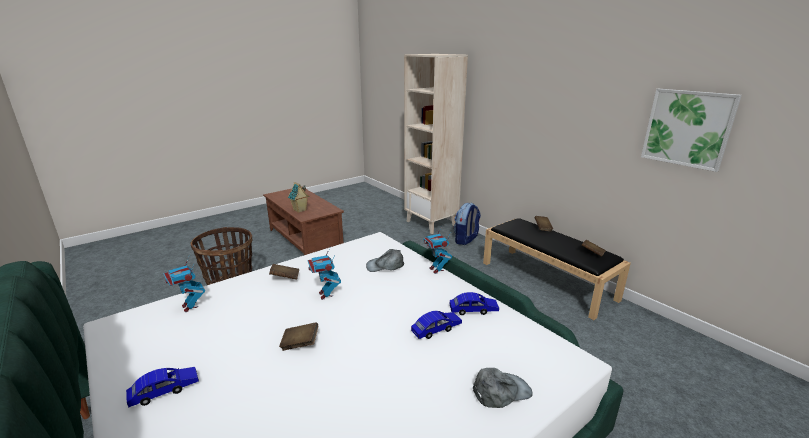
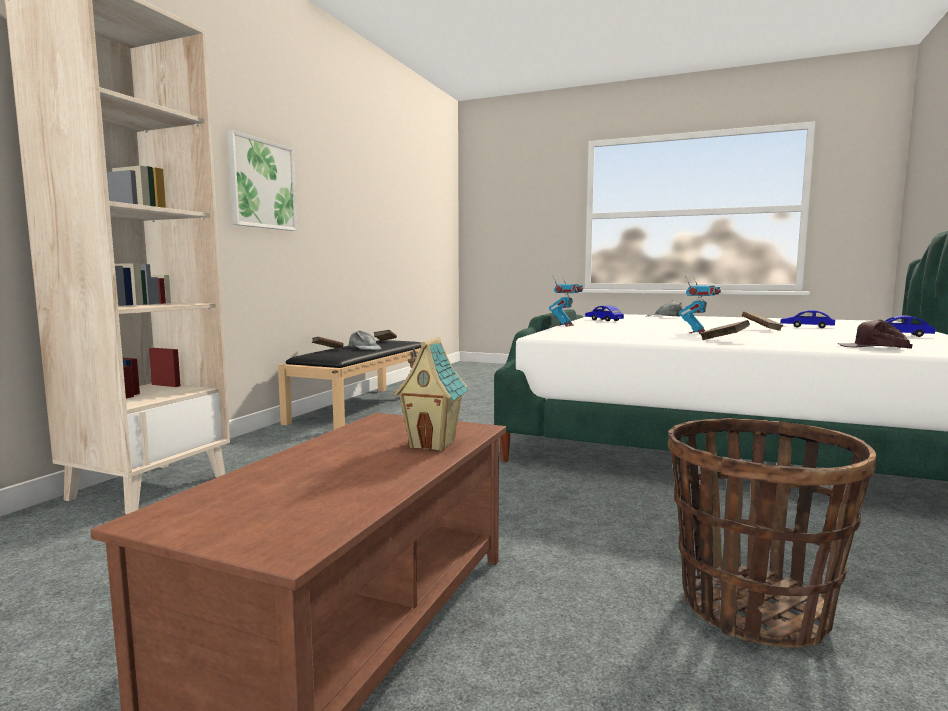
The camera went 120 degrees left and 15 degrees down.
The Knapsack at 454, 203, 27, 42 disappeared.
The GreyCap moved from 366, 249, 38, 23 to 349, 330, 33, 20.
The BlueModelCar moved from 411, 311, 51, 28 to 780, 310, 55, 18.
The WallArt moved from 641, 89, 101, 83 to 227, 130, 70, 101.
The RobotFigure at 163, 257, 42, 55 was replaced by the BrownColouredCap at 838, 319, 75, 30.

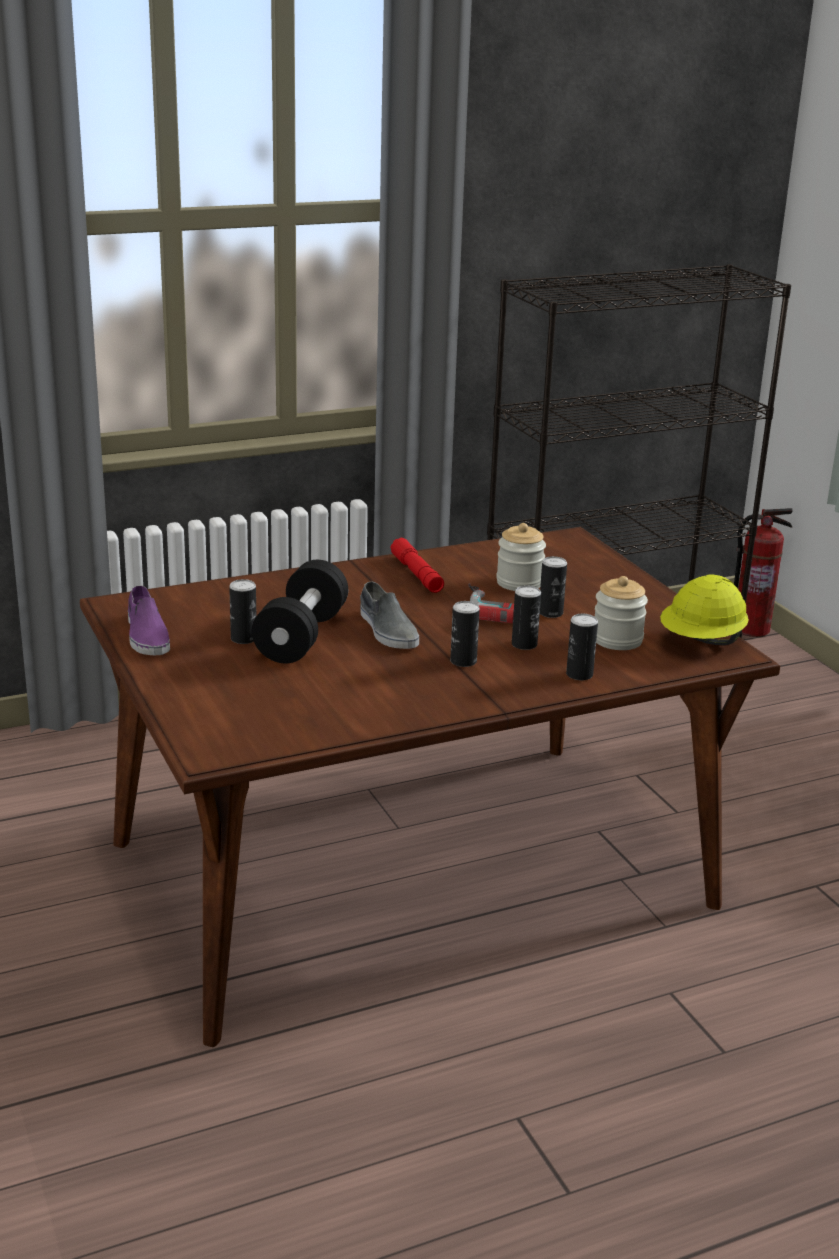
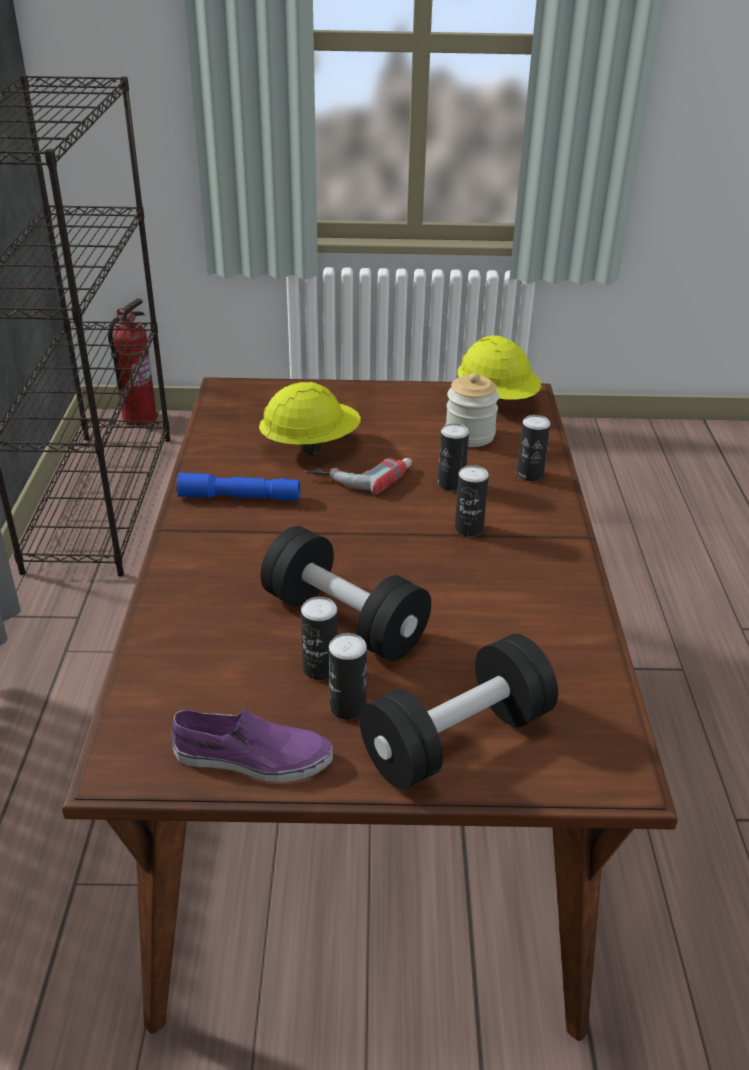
The camera went 65 degrees left and 10 degrees up.
The GreyShoe at 360, 582, 59, 67 disappeared.
The BlackishHandWeight at 359, 634, 199, 156 appeared.
The MetalCan moved from 540, 556, 27, 62 to 329, 633, 38, 87.
The PreserveJar at 496, 523, 50, 68 was replaced by the YellowSafetyHelmet at 259, 382, 102, 74.
The RedColouredTorch at 390, 538, 54, 55 became the BlueTorch at 176, 473, 124, 28.

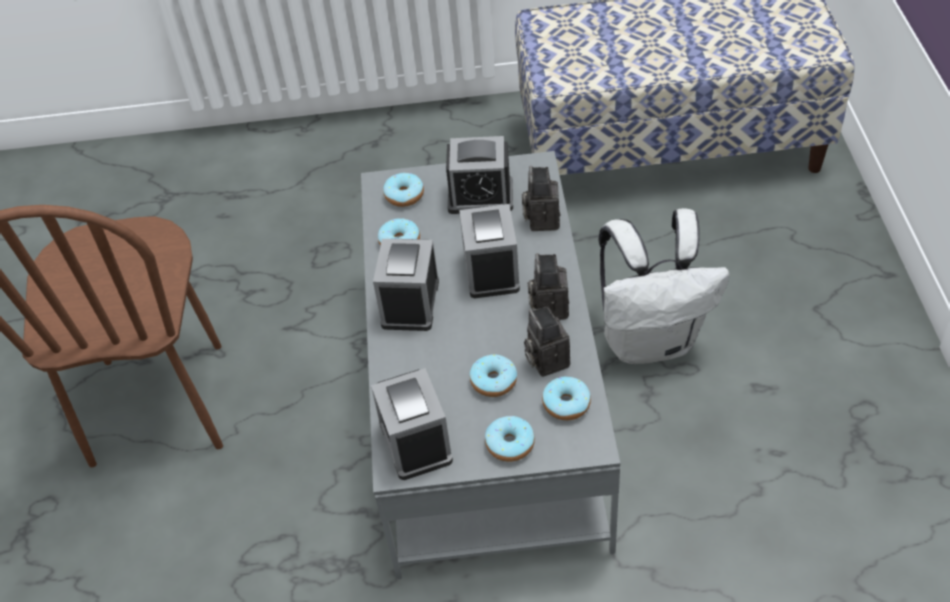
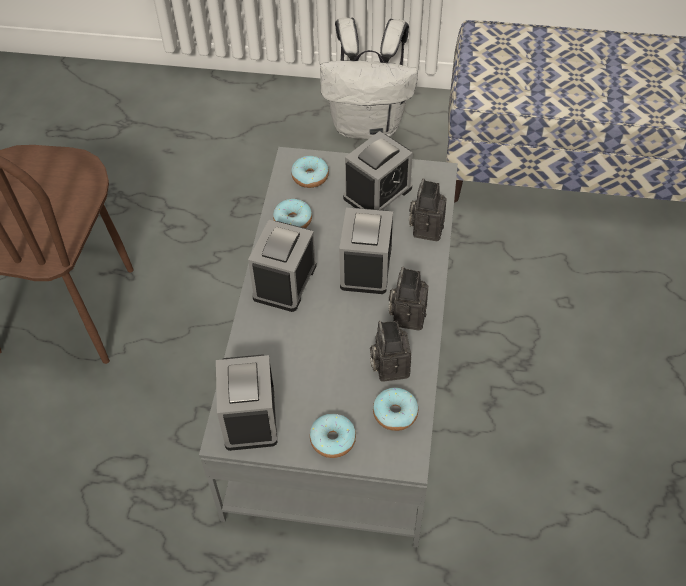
The camera went 10 degrees right and 5 degrees up.
The Donut at 470, 354, 47, 43 disappeared.
The WhiteKnapsack moved from 599, 208, 131, 156 to 320, 17, 98, 122.
The BedsideClock at 446, 136, 67, 78 turned 60 degrees counterclockwise.

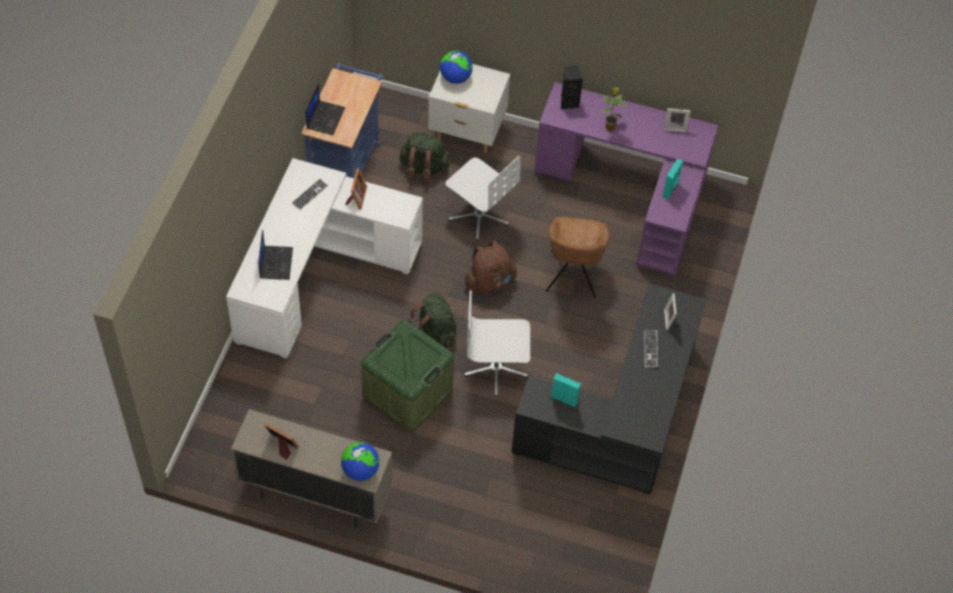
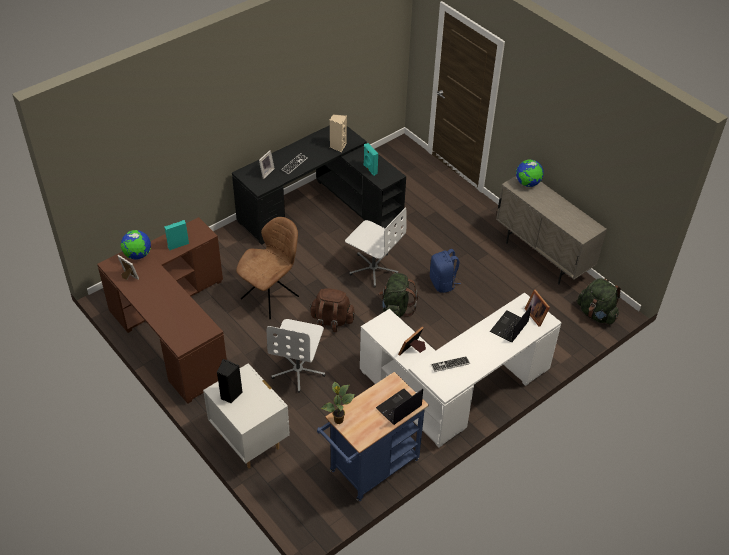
The camera went 145 degrees left and 10 degrees down.
The SandColouredLoudspeaker at 330, 114, 17, 38 appeared.
The StandingFrame moved from 264, 423, 35, 37 to 525, 290, 25, 37.
The GreenColouredKnapsack moved from 399, 132, 51, 50 to 577, 278, 44, 47.
The DeskGlobe moved from 440, 51, 33, 33 to 121, 230, 30, 30.
The BlackishLoudspeaker moved from 561, 66, 22, 43 to 217, 359, 26, 44.
The PlantInAPot moved from 603, 87, 24, 44 to 321, 382, 34, 42.
The GreenColouredStorageContainer at 361, 320, 93, 111 was replaced by the BlueKnapsack at 430, 249, 31, 44.
The PurpleDeskTable at 534, 82, 184, 194 became the BrownColouredDeskTable at 97, 217, 130, 187.
The WhiteOfficeChair at 445, 156, 76, 85 turned 150 degrees counterclockwise.

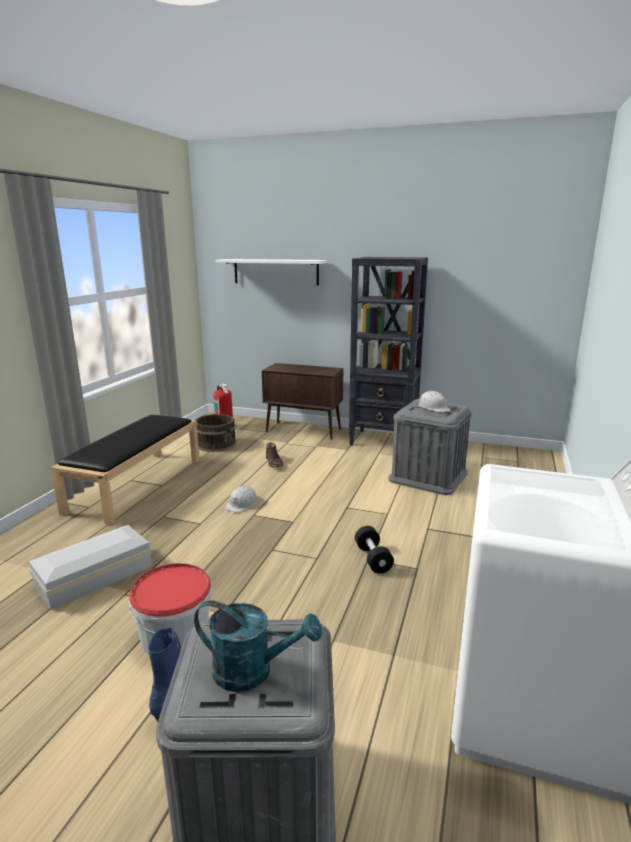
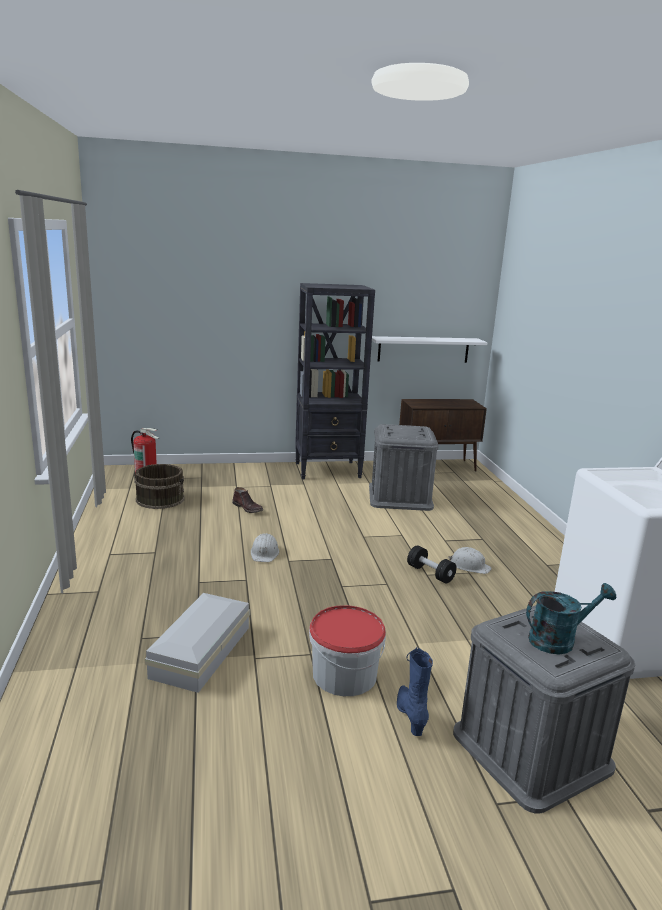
The camera went 30 degrees left and 0 degrees up.
The BlackishIndoorBench at 51, 415, 148, 110 disappeared.
The WhiteBracketShelf moved from 216, 259, 112, 26 to 372, 336, 115, 27.
The BrownColouredStorageCabinet moved from 262, 363, 81, 77 to 399, 399, 88, 73.
The WhiteSafetyHelmet moved from 418, 391, 33, 21 to 449, 547, 43, 27.

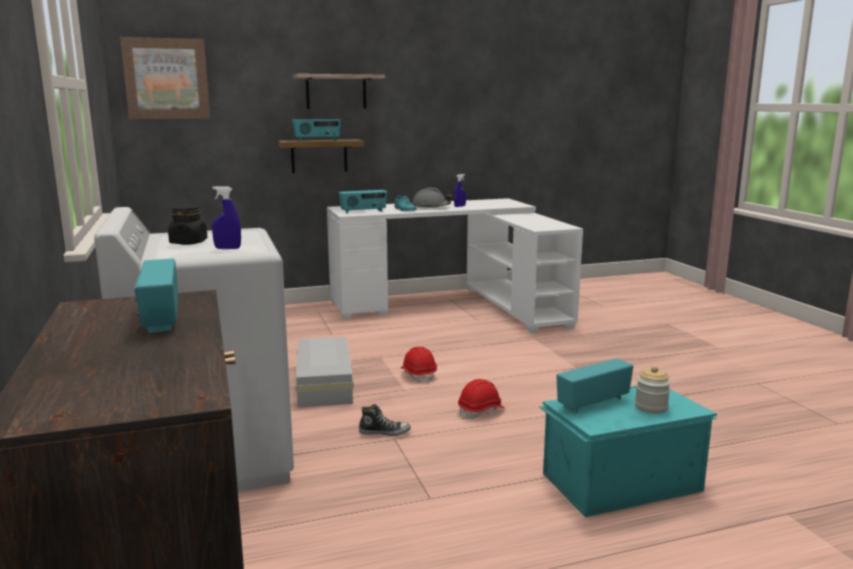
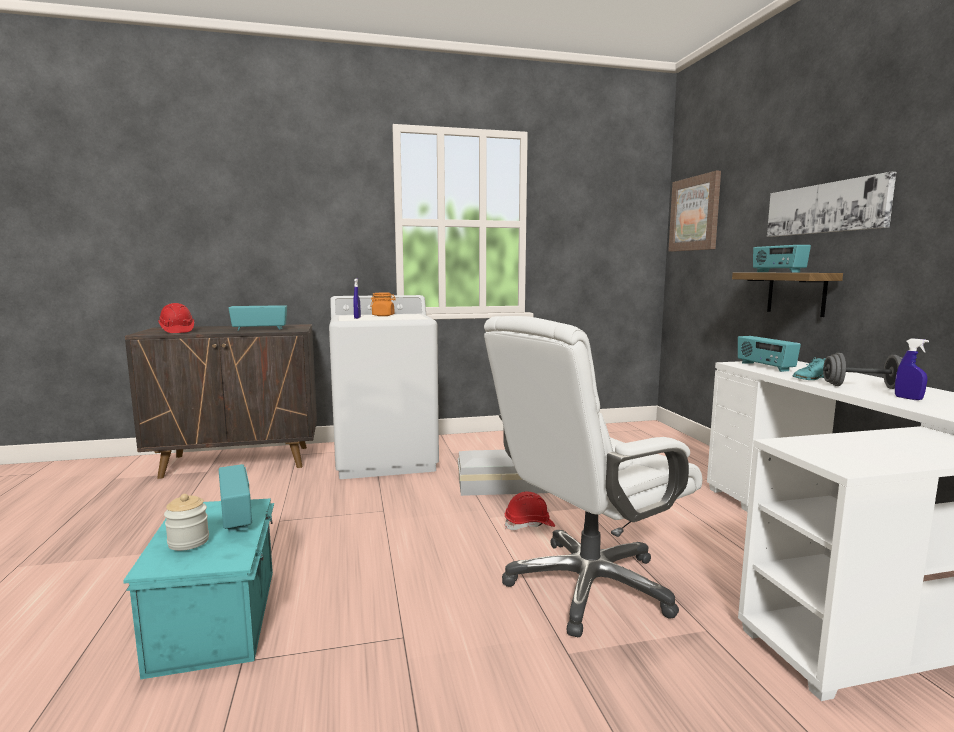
The camera went 95 degrees right and 5 degrees down.
The Shoe at 359, 404, 52, 32 disappeared.
The WhiteOfficeChair at 484, 316, 218, 322 appeared.
The RedColouredSafetyHelmet moved from 458, 379, 47, 41 to 158, 303, 36, 30.
The BracketShelf at 293, 74, 92, 35 was replaced by the WallArt at 767, 172, 129, 65.
The GreySafetyHelmet at 412, 188, 40, 19 was replaced by the GreyHandWeight at 823, 353, 79, 36.
The BlackishPreserveJar at 168, 205, 39, 40 became the OrangePreserveJar at 370, 293, 26, 23.

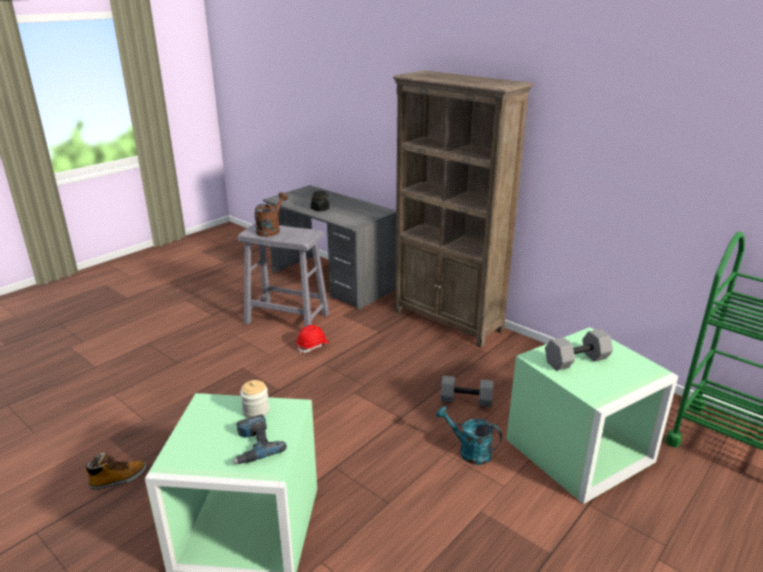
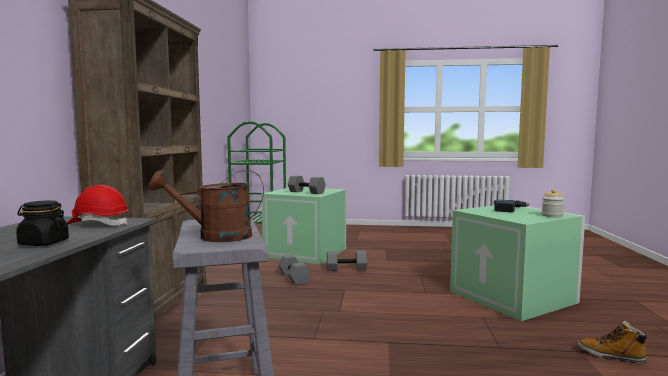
The camera went 125 degrees left and 20 degrees down.
The PreserveJar moved from 240, 380, 29, 38 to 541, 189, 23, 28.
The RedColouredSafetyHelmet moved from 296, 325, 34, 28 to 67, 185, 62, 40.
The TurquoiseWateringCan at 436, 406, 66, 59 was replaced by the GreyHandWeight at 327, 251, 40, 20.

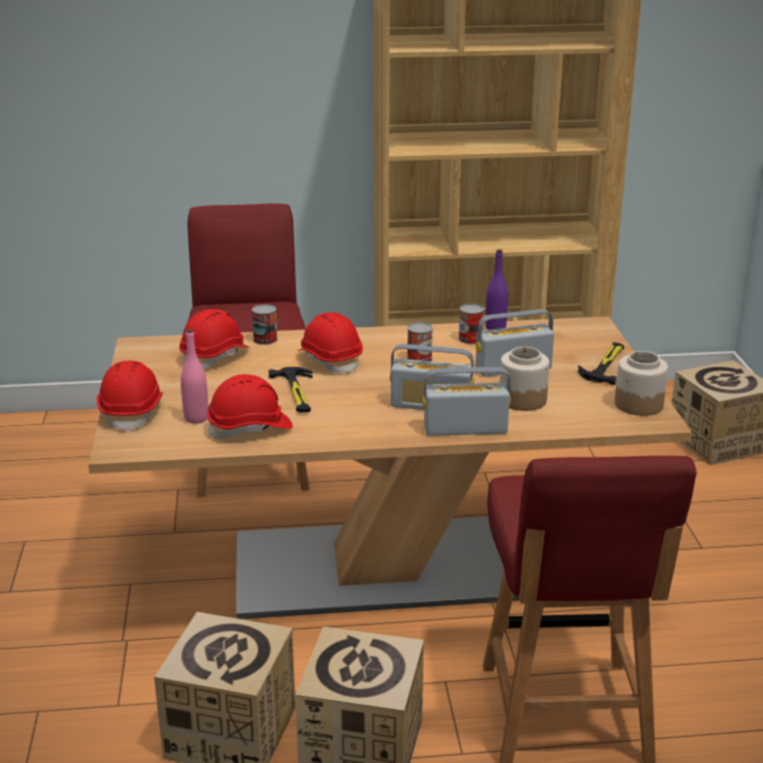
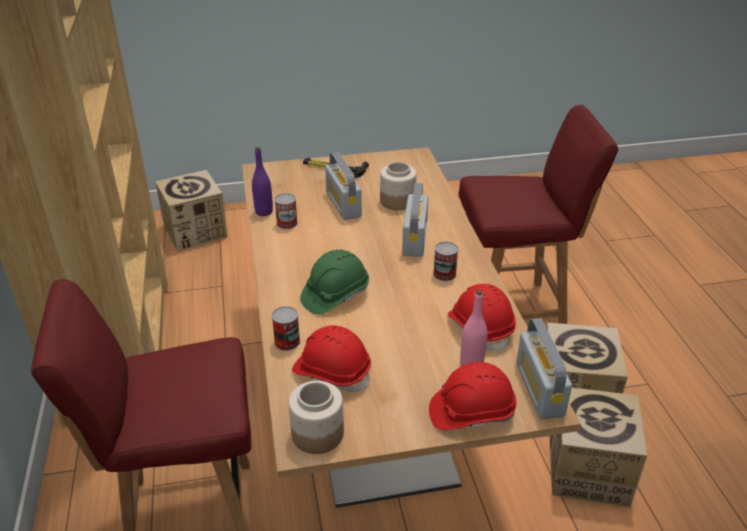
The camera went 95 degrees left and 10 degrees up.
The HandHammer at 269, 367, 44, 46 disappeared.
The MetalCan moved from 407, 322, 26, 39 to 433, 242, 25, 39.
The RadioSet moved from 423, 367, 88, 69 to 516, 318, 56, 101.
The PreserveJar moved from 615, 351, 53, 65 to 289, 381, 55, 73.
The RedColouredSafetyHelmet at 298, 312, 65, 62 became the GreenColouredSafetyHelmet at 300, 250, 69, 65.

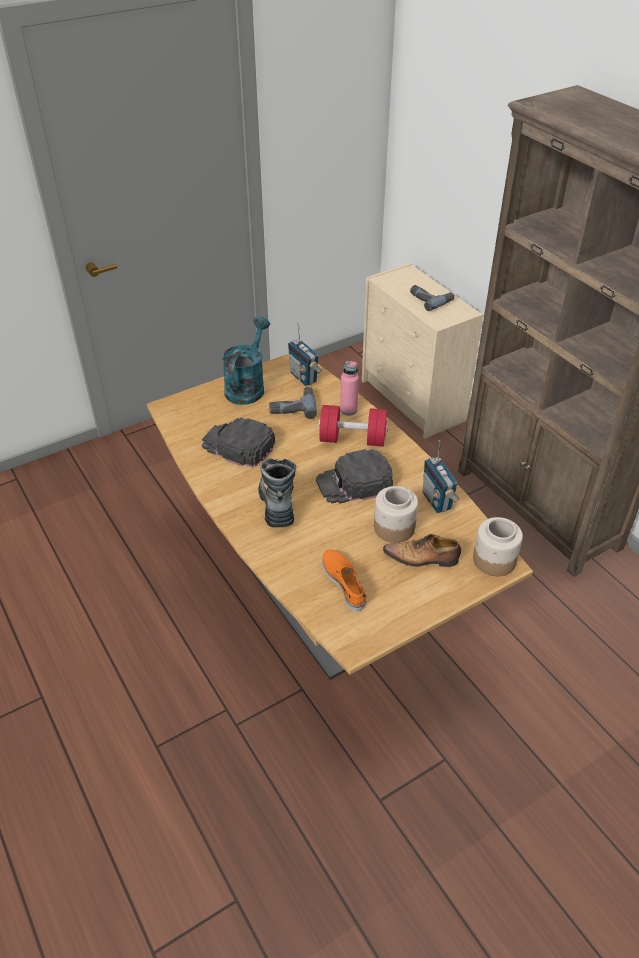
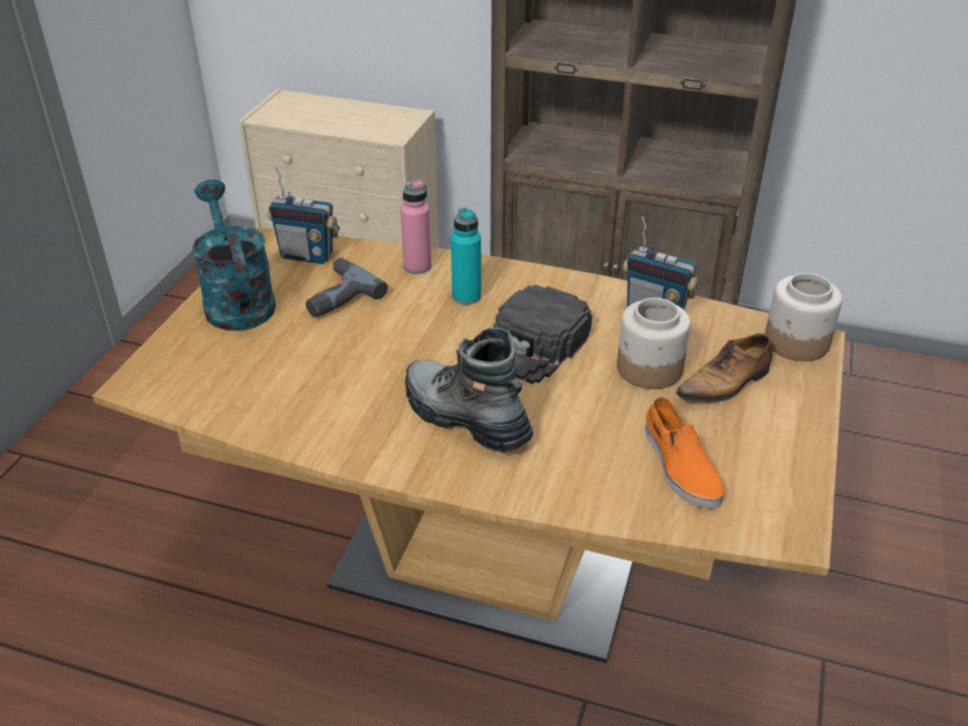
The camera went 40 degrees left and 5 degrees down.
The BlackishCap at 202, 417, 73, 51 disappeared.
The ElectricDrill at 410, 285, 45, 26 disappeared.
The RedColouredHandWeight at 318, 405, 70, 42 was replaced by the TurquoiseDrinkBottle at 451, 207, 30, 98.
The OrangeShoe at 322, 549, 44, 63 turned 135 degrees counterclockwise.

